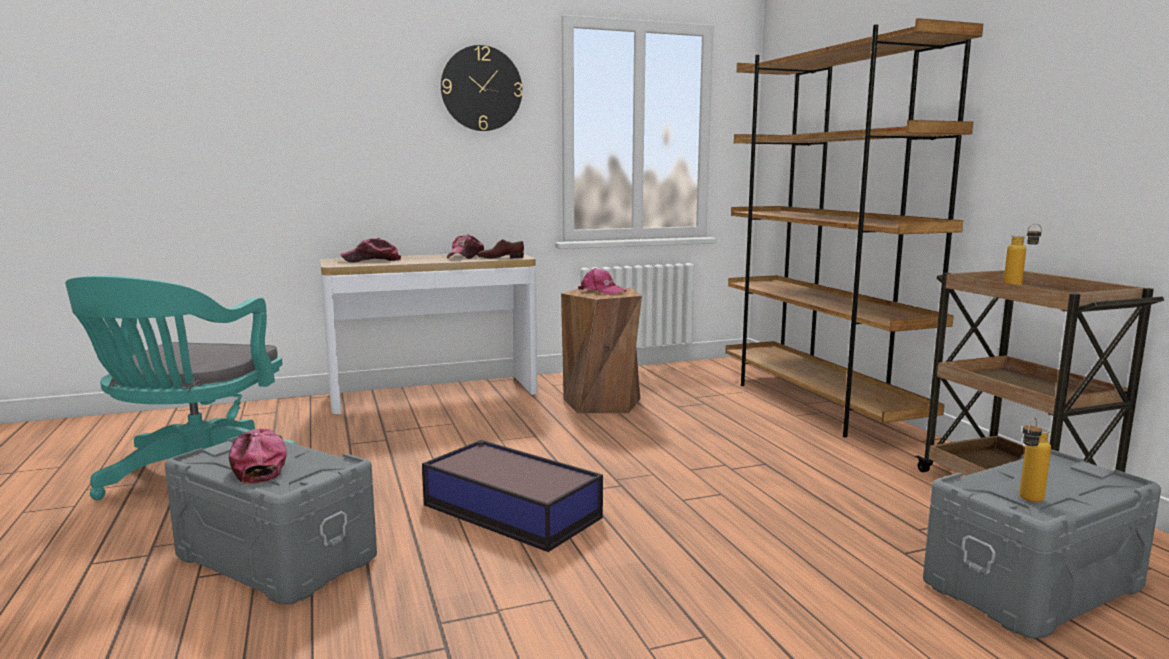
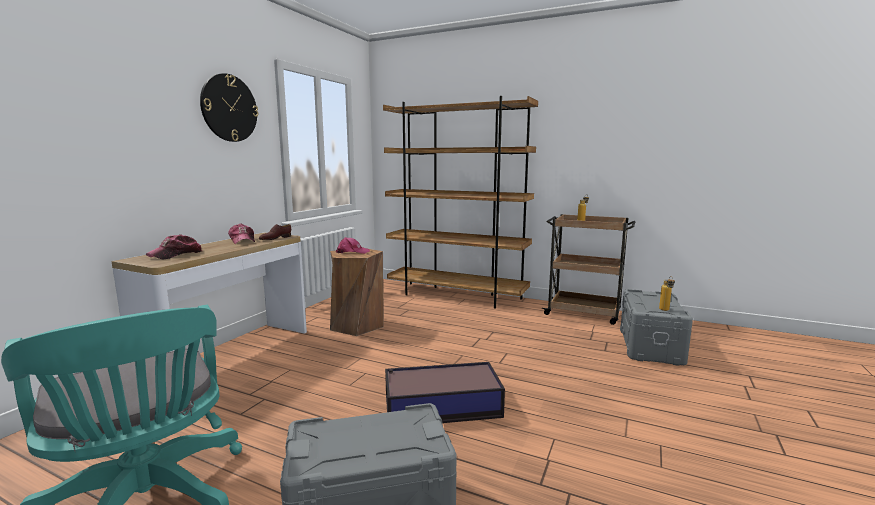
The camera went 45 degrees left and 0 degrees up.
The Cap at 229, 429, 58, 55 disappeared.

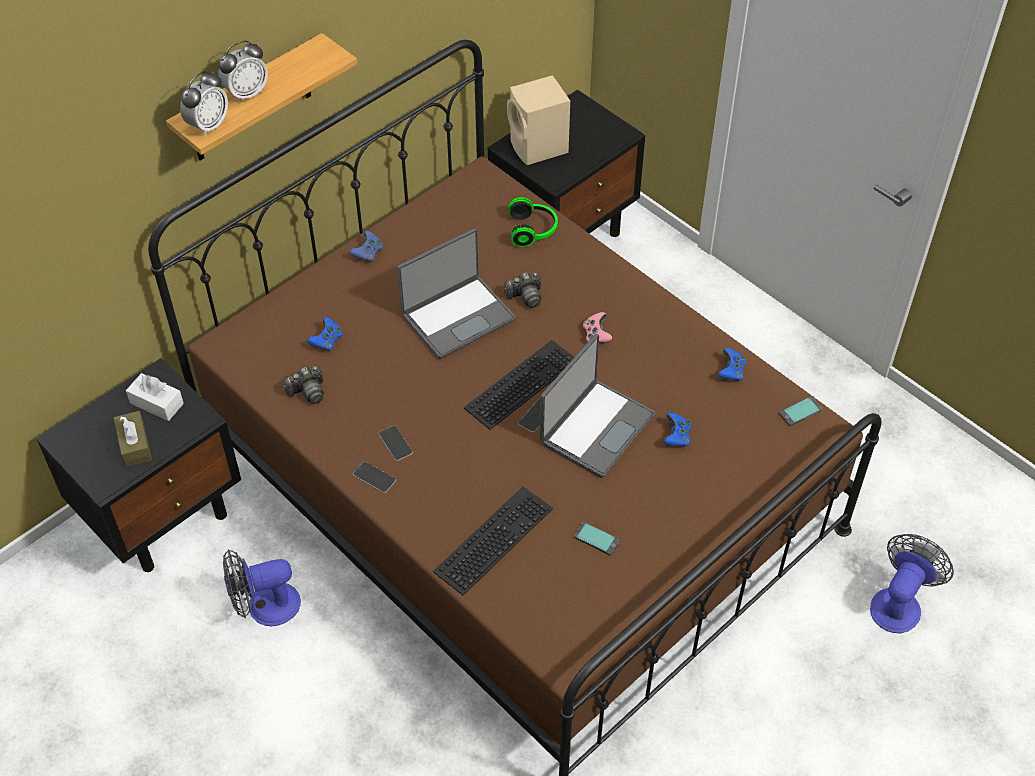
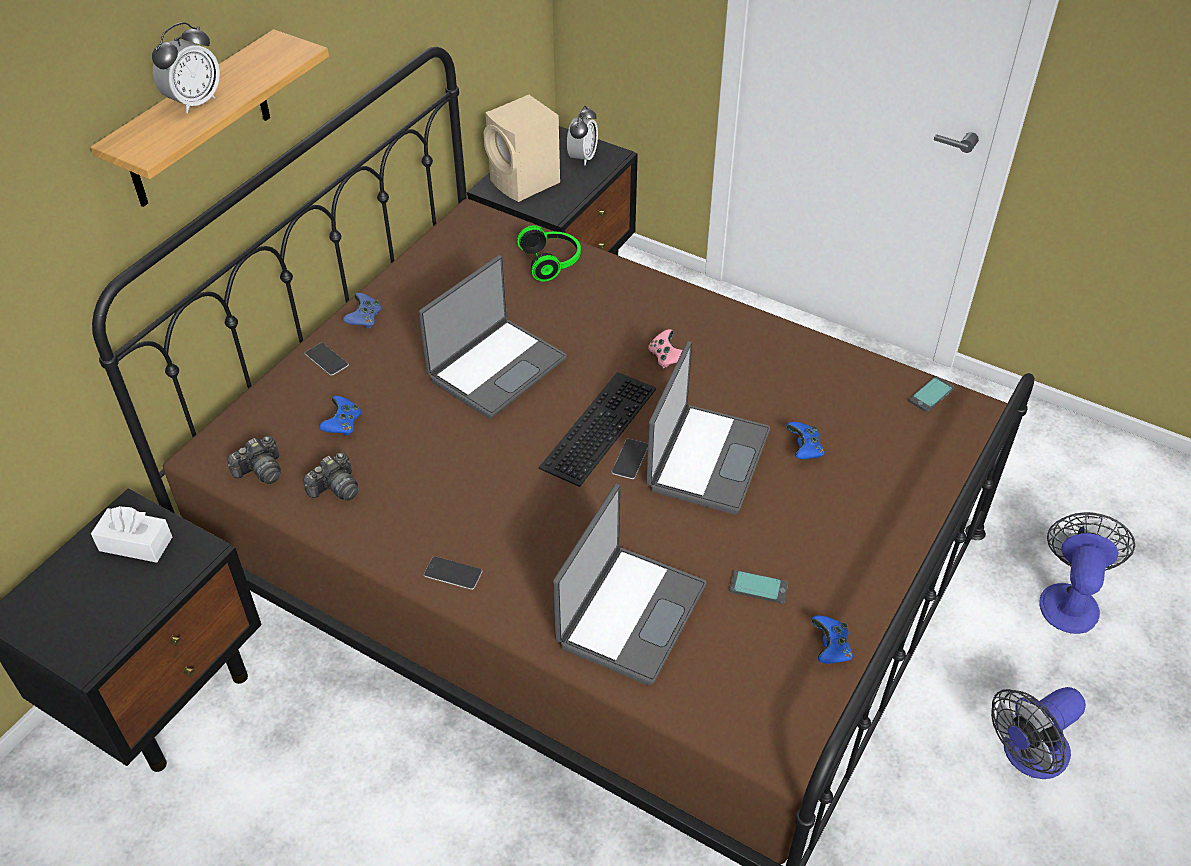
The camera went 15 degrees left and 5 degrees down.
The BrownColouredTissueBox at 114, 411, 38, 56 disappeared.
The BedsideClock moved from 180, 71, 48, 65 to 567, 106, 31, 60.
The CoolingFan moved from 223, 549, 78, 77 to 991, 687, 95, 92.
The Phone moved from 378, 425, 35, 36 to 305, 343, 44, 33.
The StillCamera moved from 504, 272, 37, 36 to 227, 436, 54, 48.
The BlueJoypad moved from 718, 348, 28, 33 to 811, 615, 42, 49.
The PcKeyboard at 433, 487, 120, 109 was replaced by the Laptop at 553, 484, 153, 202.

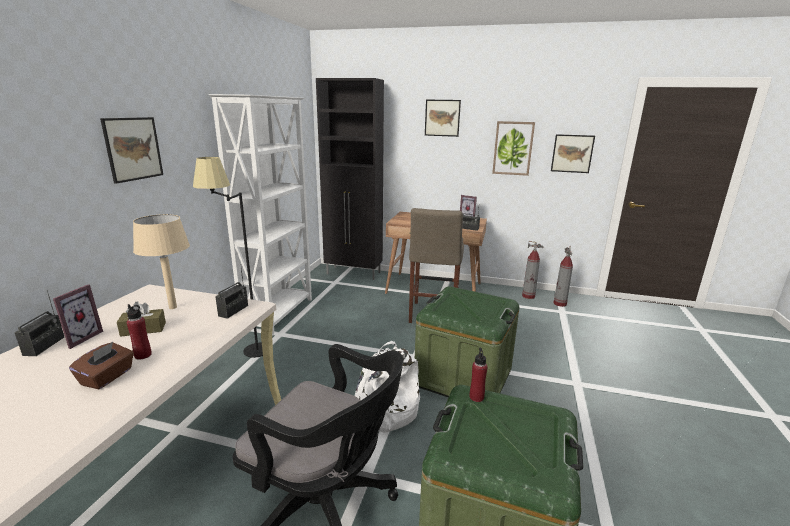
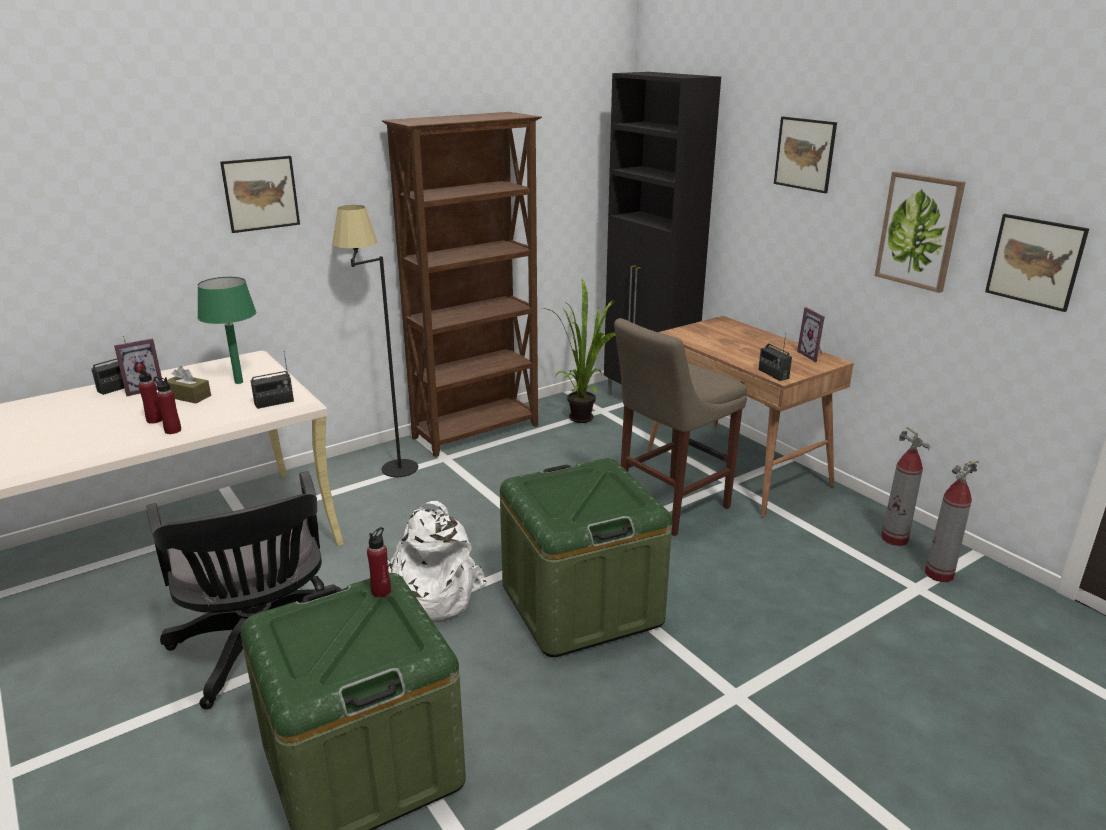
The camera went 40 degrees right and 5 degrees up.
The BrownColouredTissueBox at 69, 342, 65, 47 disappeared.
The RedColouredDrinkBottle at 154, 377, 27, 57 appeared.
The PlantInAPot at 543, 279, 73, 144 appeared.
The SandColouredTableLamp at 133, 214, 57, 95 became the GreenColouredTableLamp at 197, 277, 59, 107.
The WhiteBookshelf at 209, 94, 103, 242 became the BrownColouredBookshelf at 382, 112, 160, 345.

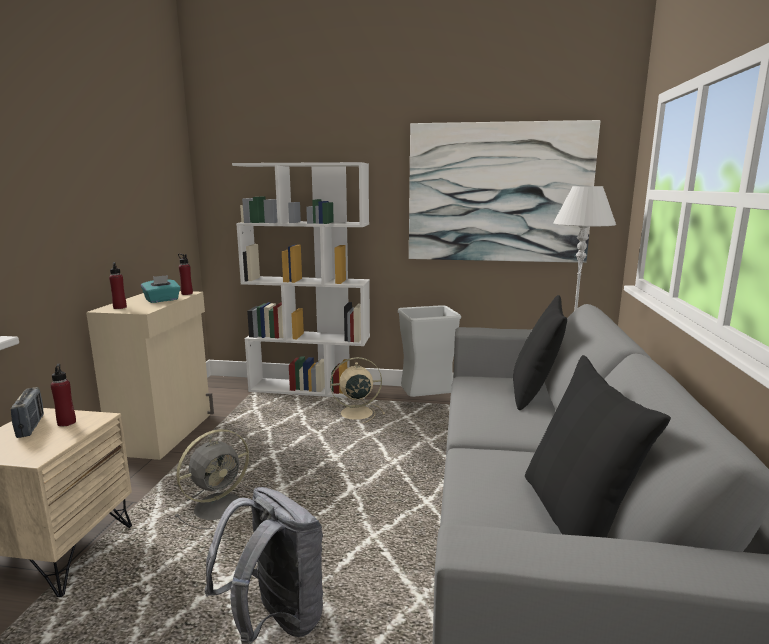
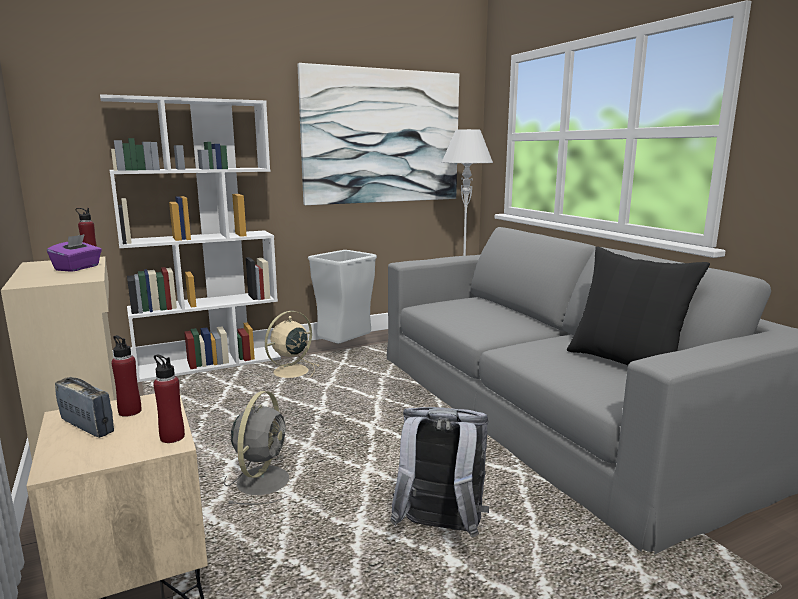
The camera went 35 degrees left and 0 degrees up.
The BlackishCushion at 513, 295, 54, 115 disappeared.
The RedColouredDrinkBottle moved from 109, 262, 18, 47 to 153, 354, 32, 89.
The TurquoiseTissueBox at 141, 275, 39, 28 became the PurpleTissueBox at 47, 234, 55, 38.

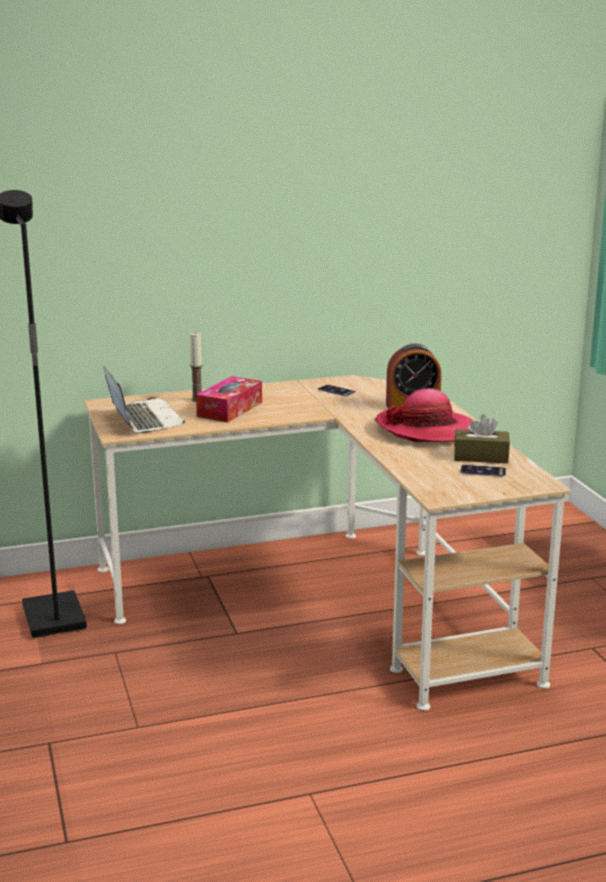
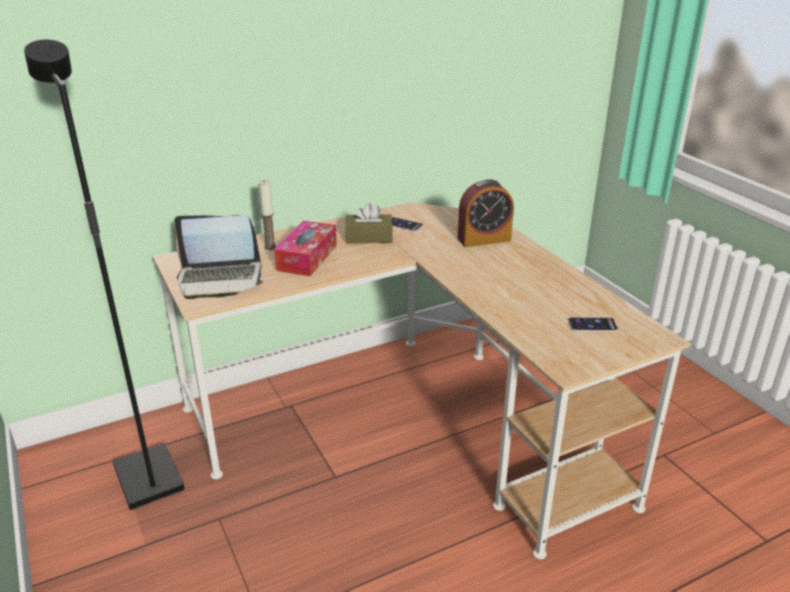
The camera went 10 degrees left and 10 degrees up.
The Hat at 375, 388, 98, 54 disappeared.
The BrownColouredTissueBox moved from 454, 414, 56, 49 to 345, 202, 48, 42.
The Laptop at 103, 366, 82, 68 turned 120 degrees clockwise.

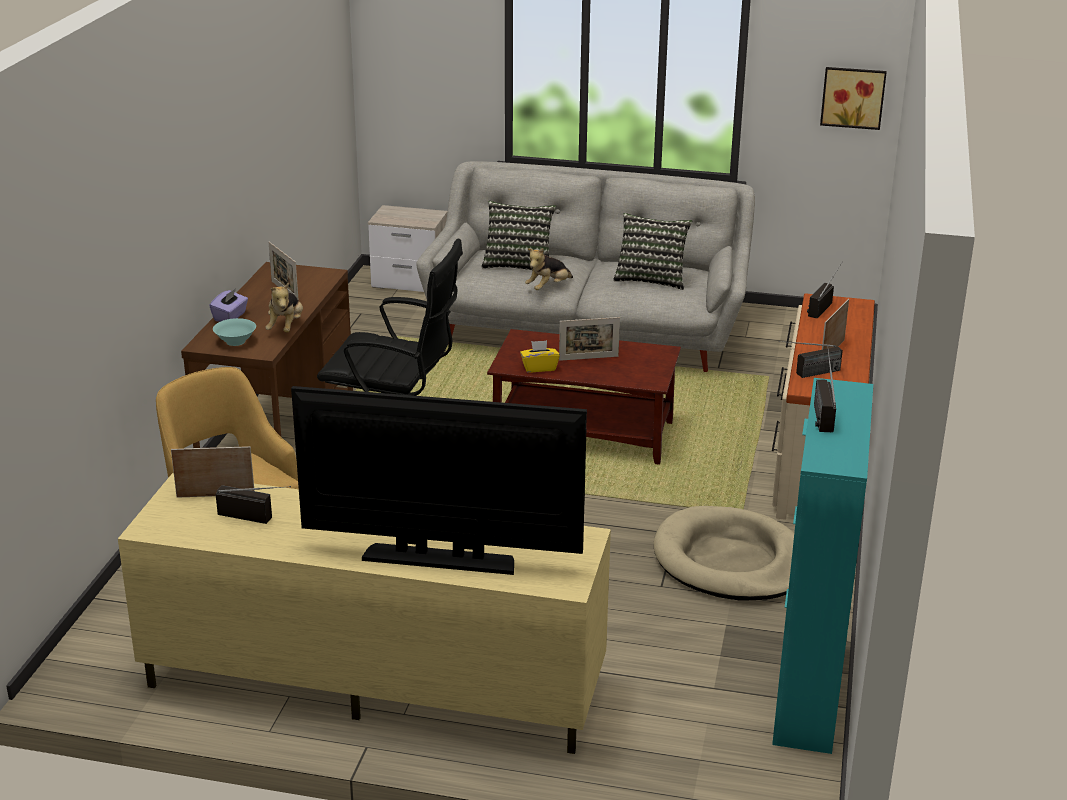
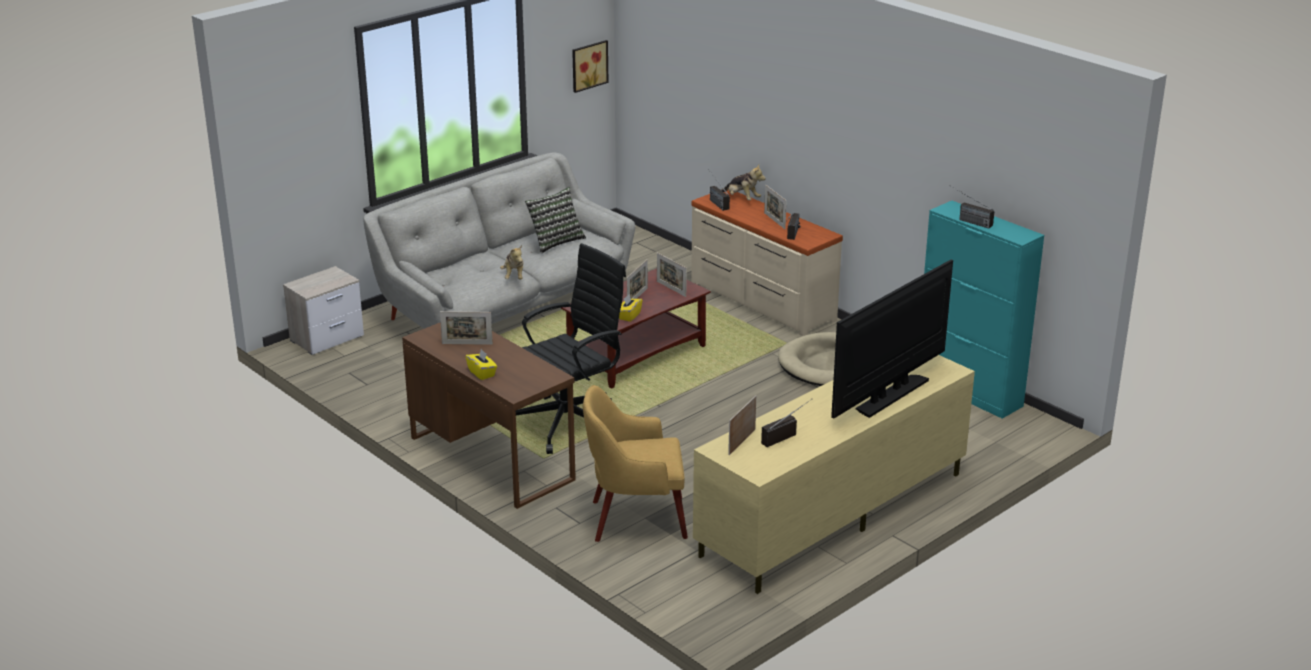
The camera went 55 degrees left and 0 degrees up.
The TurquoiseDeepDish at 213, 318, 43, 28 disappeared.
The Cushion at 482, 201, 74, 69 disappeared.
The StandingFrame at 657, 253, 30, 44 appeared.
The PlushToy moved from 265, 282, 38, 51 to 721, 165, 45, 35.
The PurpleTissueBox at 209, 289, 39, 33 became the YellowTissueBox at 466, 349, 31, 31.

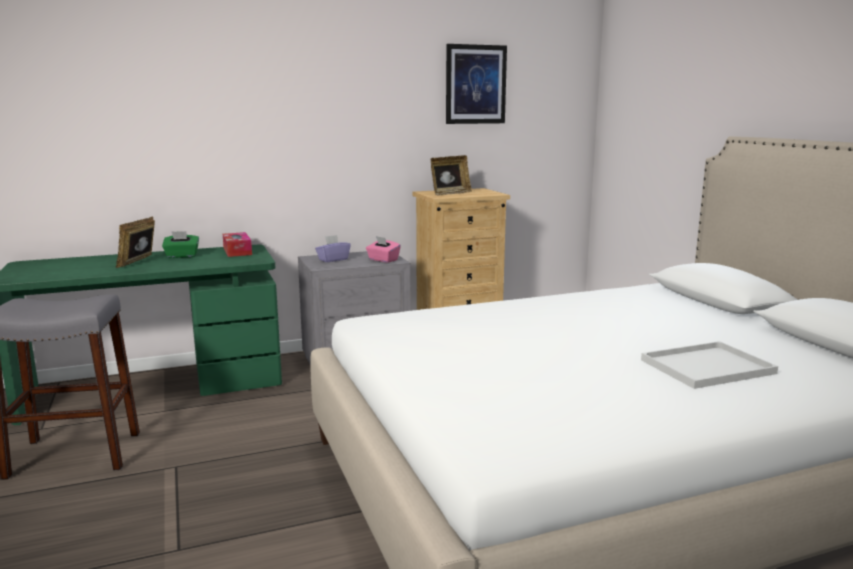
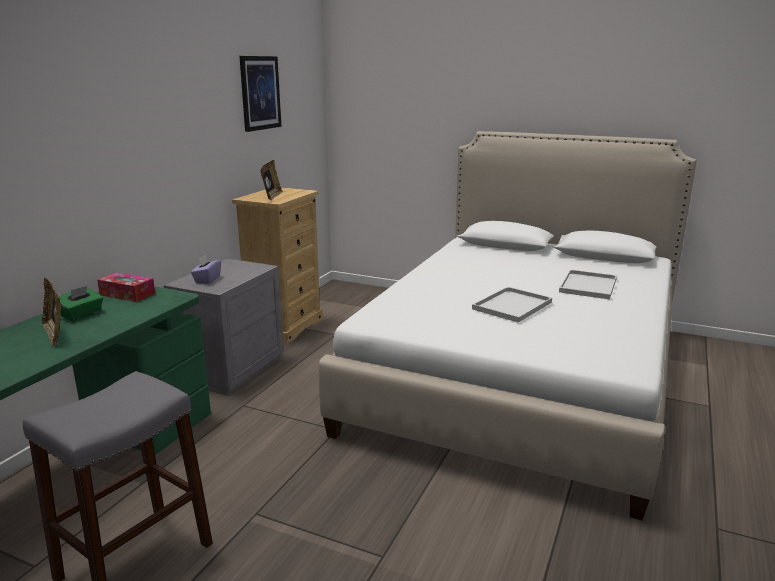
The camera went 45 degrees left and 5 degrees up.
The PinkishTissueBox at 366, 236, 35, 27 disappeared.
The WhiteTray at 472, 287, 80, 36 appeared.

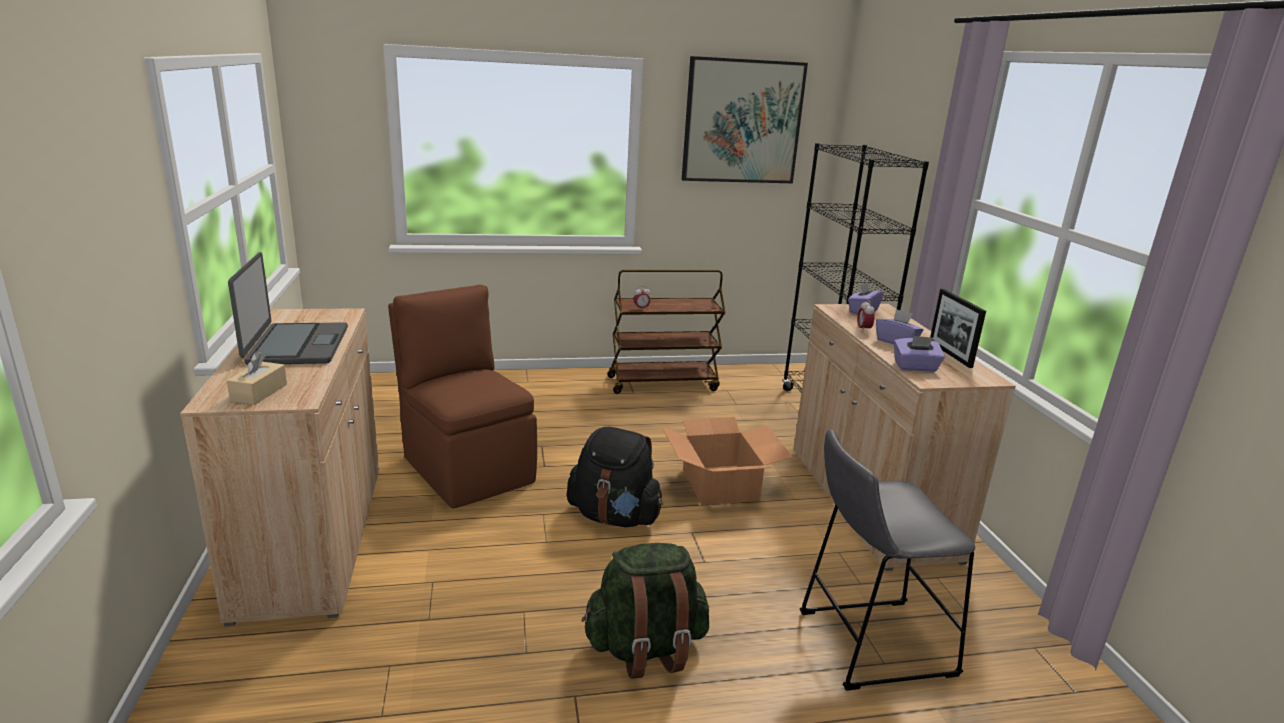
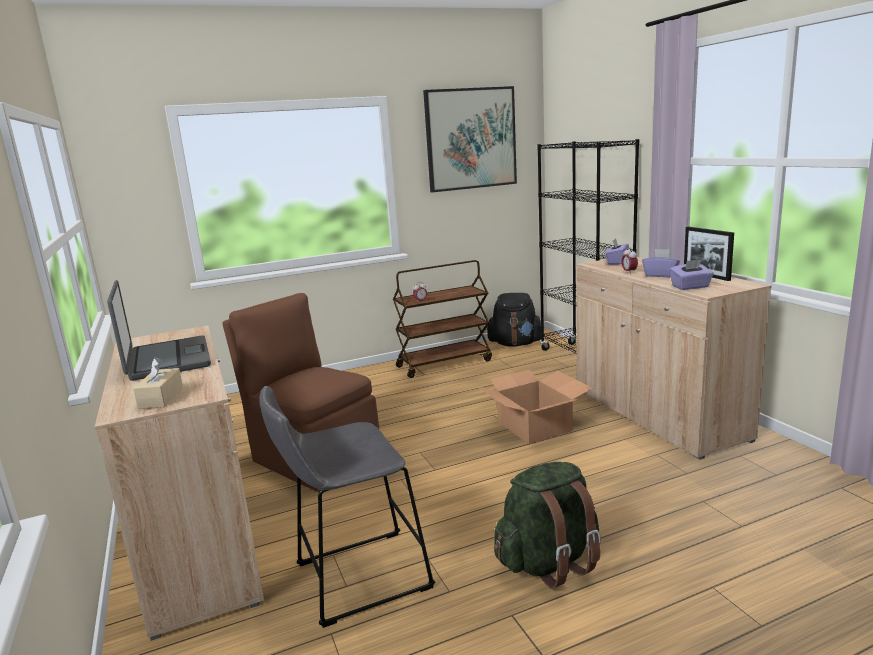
The camera went 10 degrees left and 5 degrees down.
The BlackishKnapsack moved from 567, 427, 96, 100 to 487, 293, 54, 54.
The GreySittingStool moved from 800, 429, 176, 262 to 259, 386, 176, 242.

